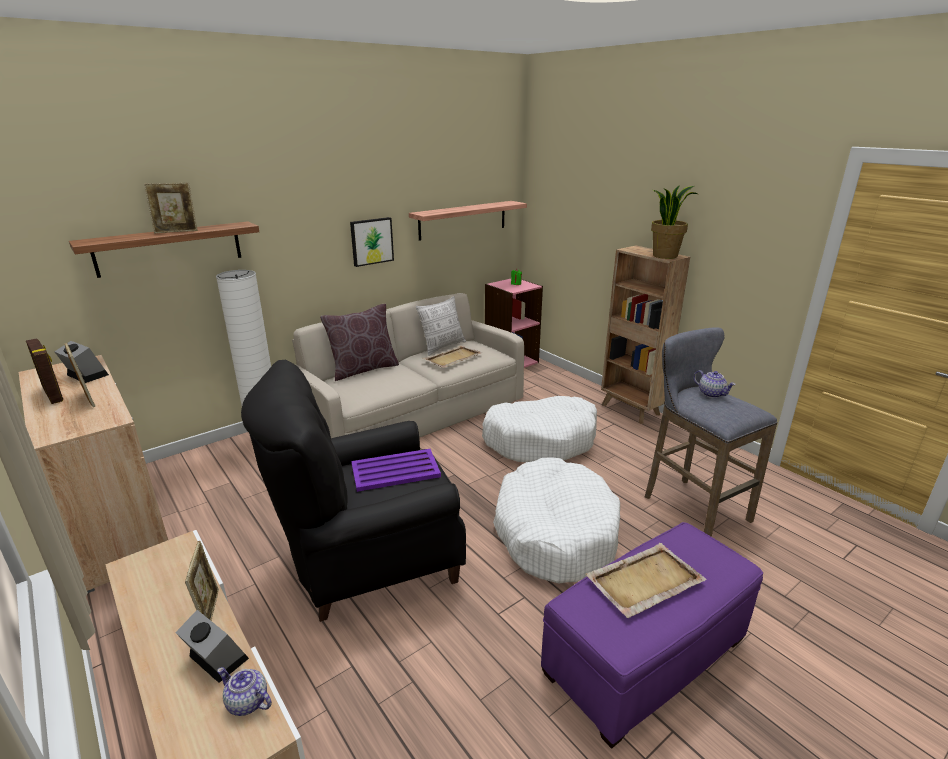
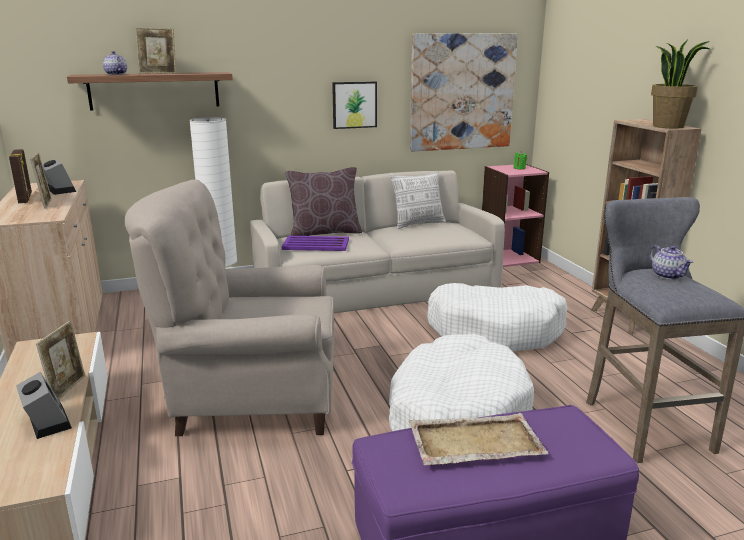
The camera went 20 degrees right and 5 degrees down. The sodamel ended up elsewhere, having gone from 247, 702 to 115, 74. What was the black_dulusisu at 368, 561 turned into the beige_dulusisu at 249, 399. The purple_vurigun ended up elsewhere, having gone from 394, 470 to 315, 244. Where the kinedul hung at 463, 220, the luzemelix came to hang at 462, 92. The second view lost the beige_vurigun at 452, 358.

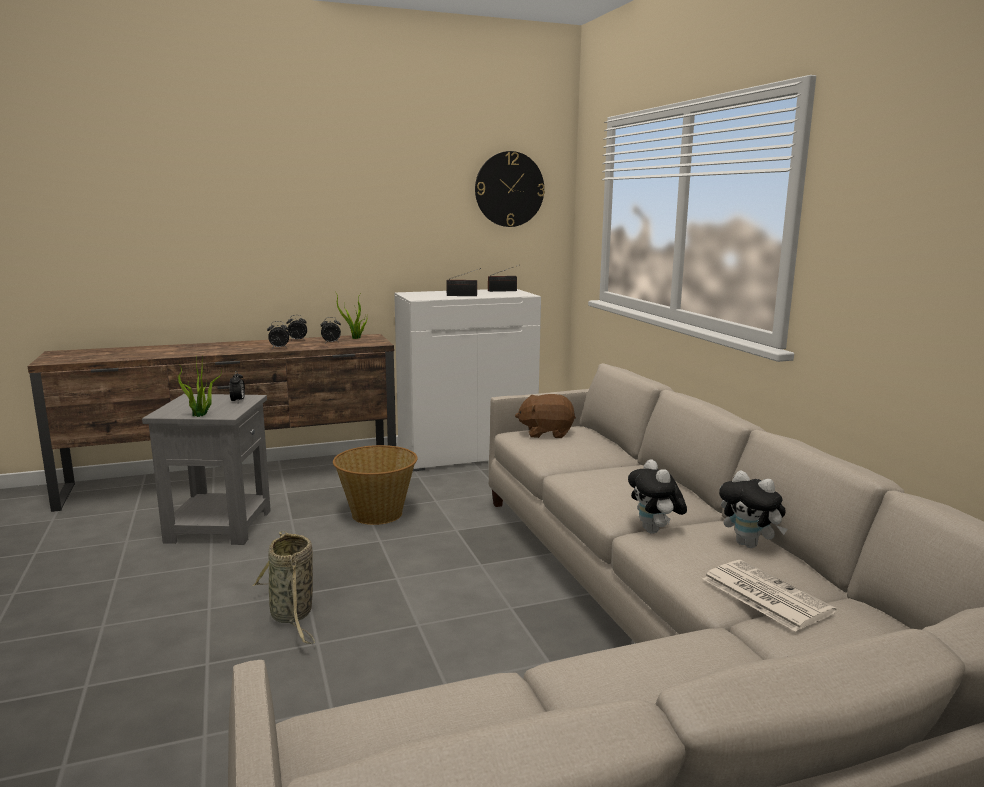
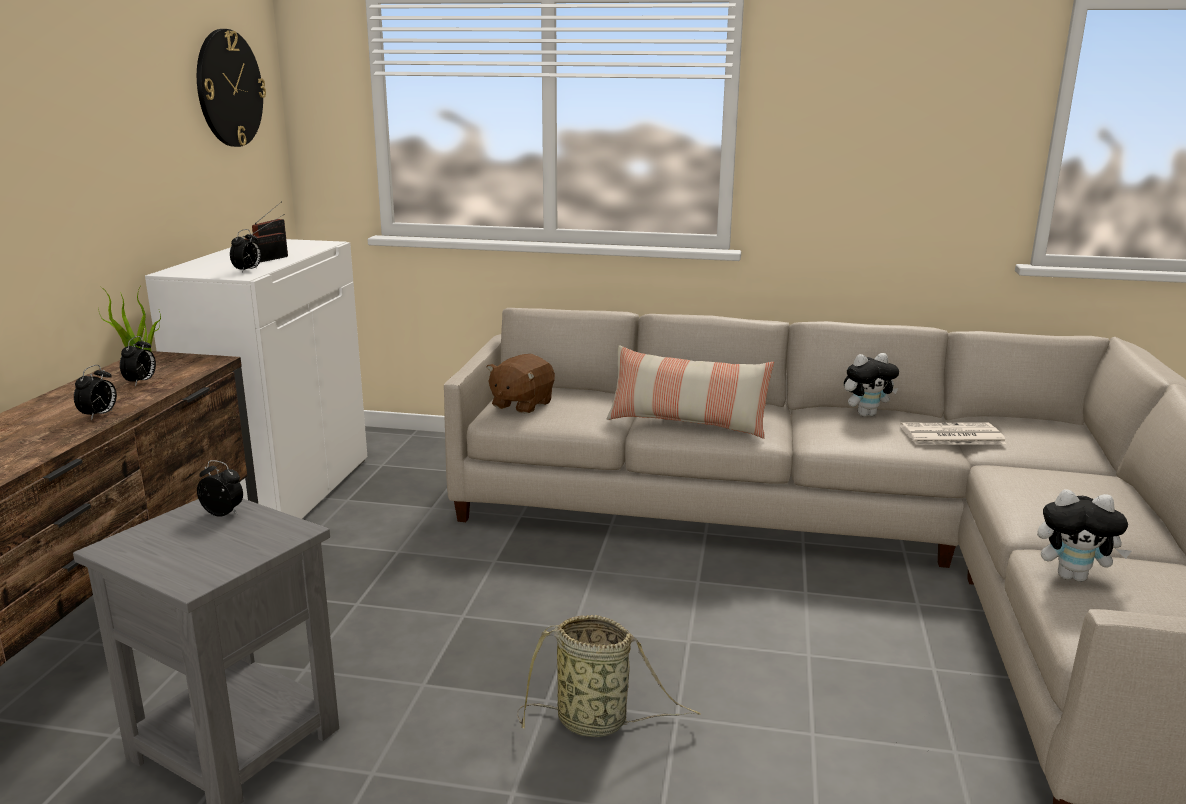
The camera went 60 degrees left and 5 degrees up. The second view lost the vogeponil at 200, 415. The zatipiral ended up elsewhere, having gone from 297, 340 to 248, 271. The second view lost the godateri at 377, 513. The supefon ended up elsewhere, having gone from 655, 531 to 1073, 576. The second view gained the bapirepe at 687, 423.

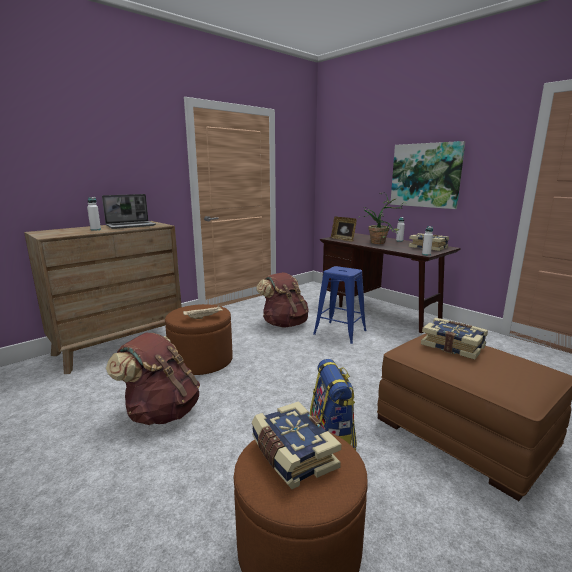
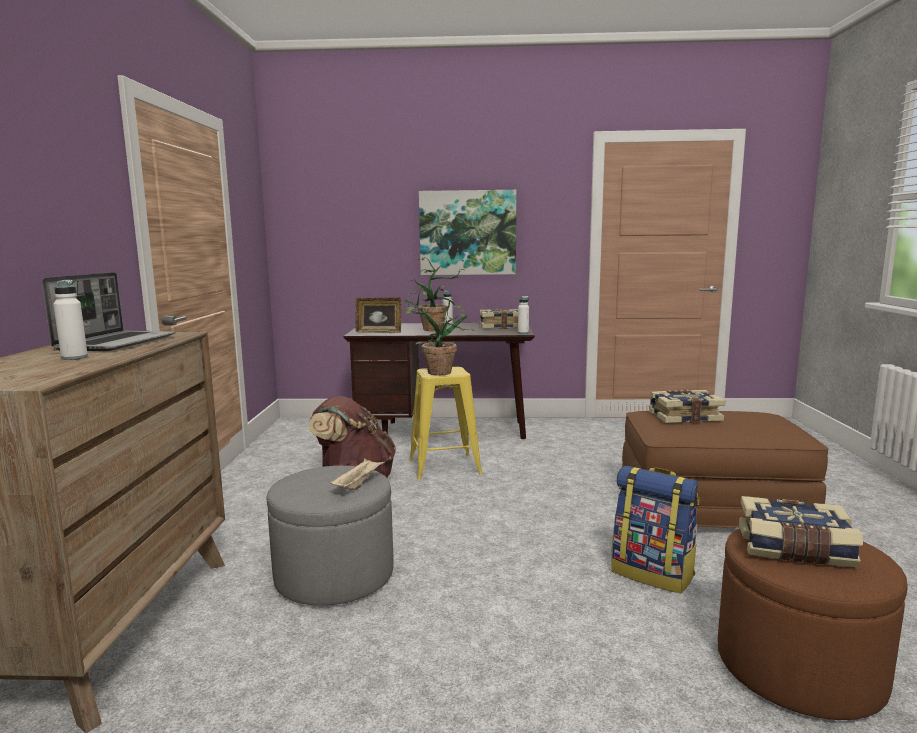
The camera went 45 degrees left and 5 degrees down. The second view lost the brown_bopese at 161, 412. What was the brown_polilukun at 201, 361 turned into the grey_polilukun at 334, 575. What was the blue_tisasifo at 340, 332 turned into the yellow_tisasifo at 445, 467. The second view gained the vogeponil at 433, 372.

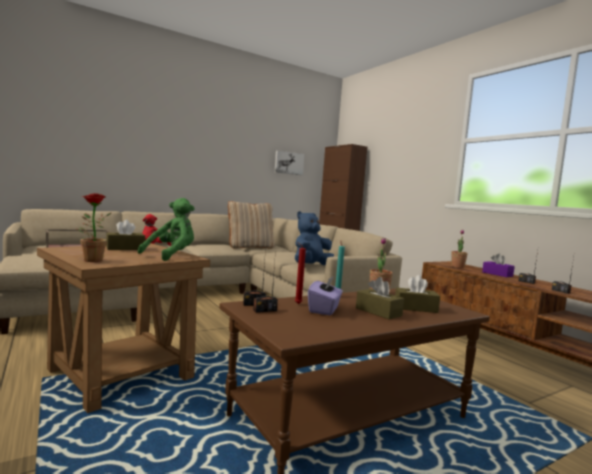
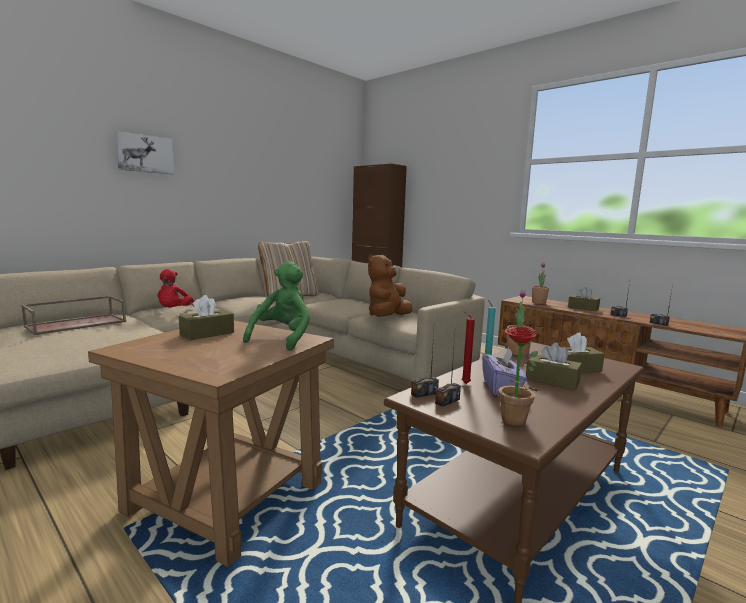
The camera went 15 degrees left and 5 degrees up. The vogeponil ended up elsewhere, having gone from 90, 260 to 508, 420. The luzemelix ended up elsewhere, having gone from 288, 163 to 145, 153. What was the blue_supefon at 311, 266 turned into the brown_supefon at 387, 318. What was the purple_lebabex at 497, 274 turned into the brown_lebabex at 583, 308.

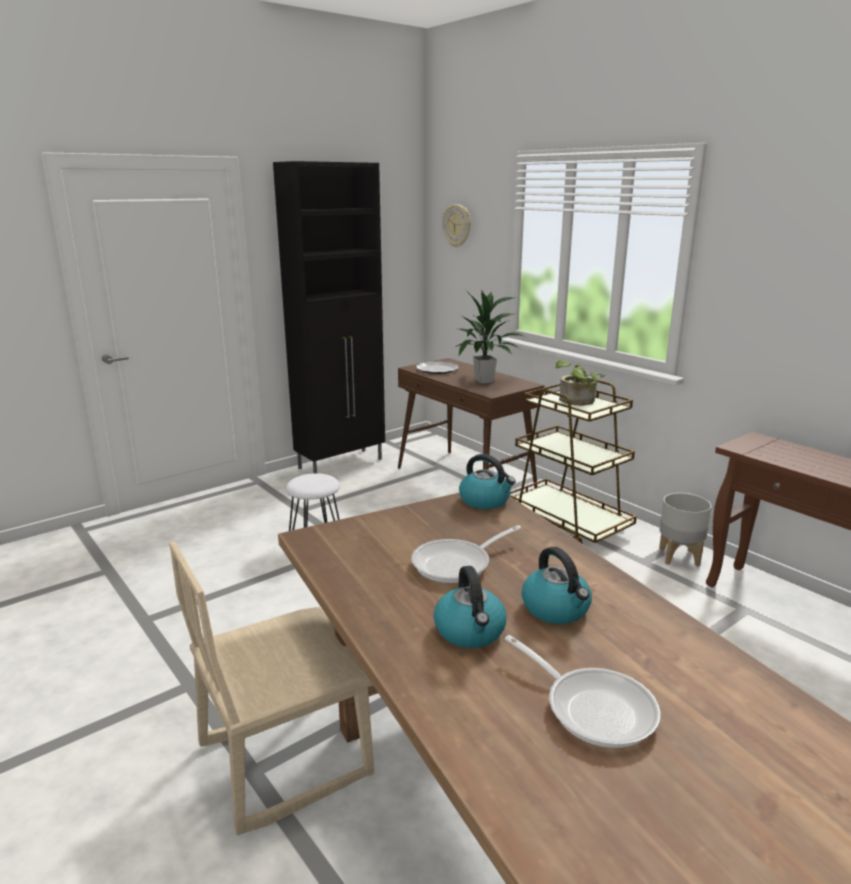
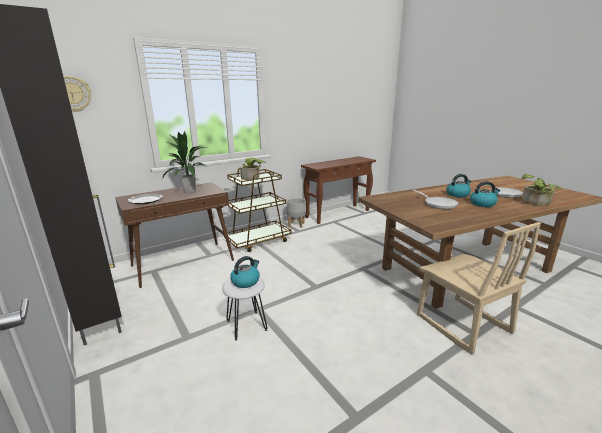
The camera went 85 degrees left and 0 degrees up. The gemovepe ended up elsewhere, having gone from 485, 500 to 246, 281. The second view gained the vogeponil at 534, 203.

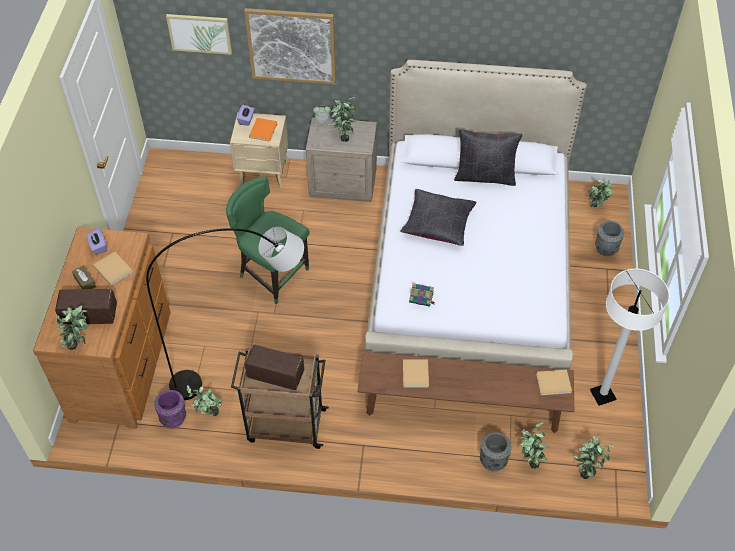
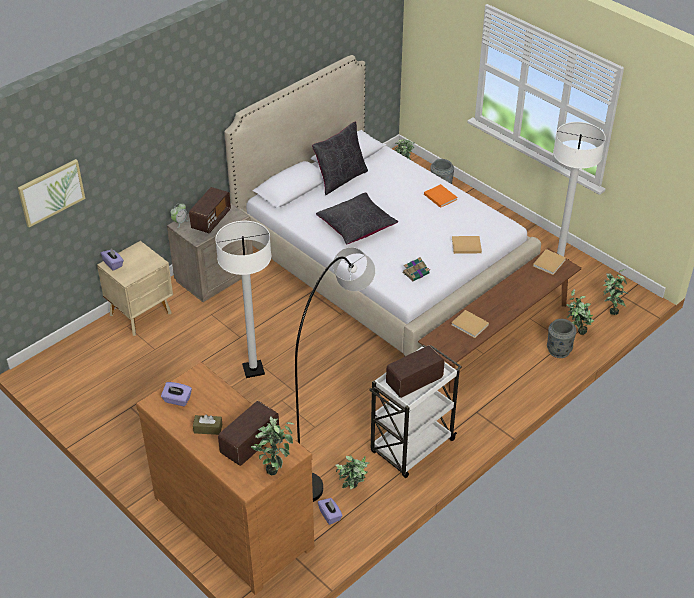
The camera went 50 degrees left and 10 degrees down. The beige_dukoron ended up elsewhere, having gone from 112, 268 to 465, 246. Where the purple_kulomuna stood at 174, 418, the purple_lebabex came to stand at 330, 515. Where the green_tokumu stood at 272, 274, the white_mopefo came to stand at 253, 370. What was the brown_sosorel at 285, 425 turned into the white_sosorel at 411, 447. The second view lost the luzemelix at 291, 46. The orange_dukoron ended up elsewhere, having gone from 263, 130 to 439, 196. Where the vogeponil stood at 343, 136, the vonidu came to stand at 211, 220.

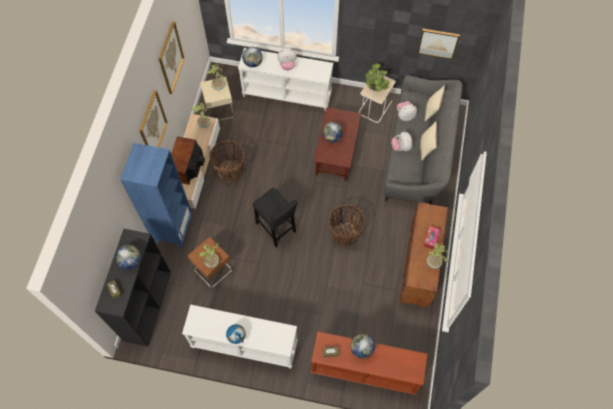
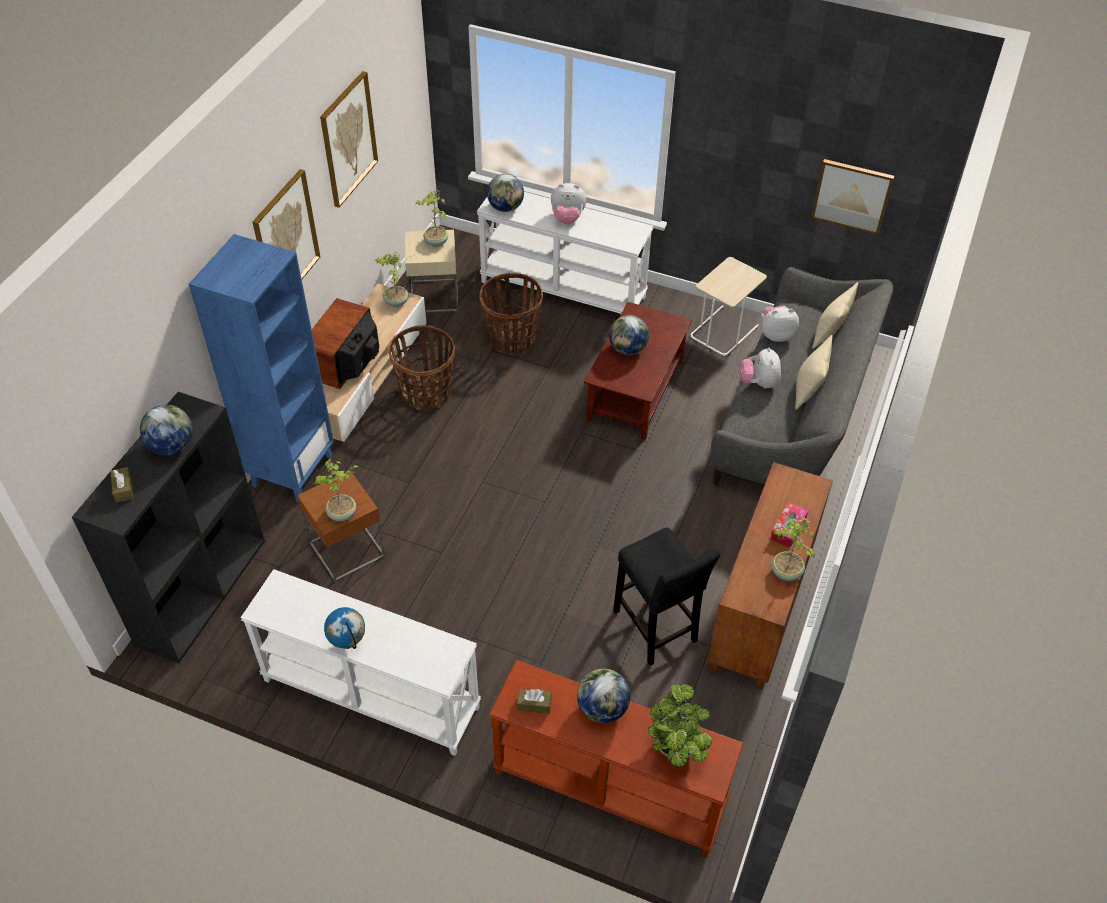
The camera went 10 degrees right and 15 degrees down. The black_tisasifo ended up elsewhere, having gone from 276, 229 to 656, 630. The godateri ended up elsewhere, having gone from 345, 235 to 512, 339. The vogeponil ended up elsewhere, having gone from 375, 88 to 676, 749.

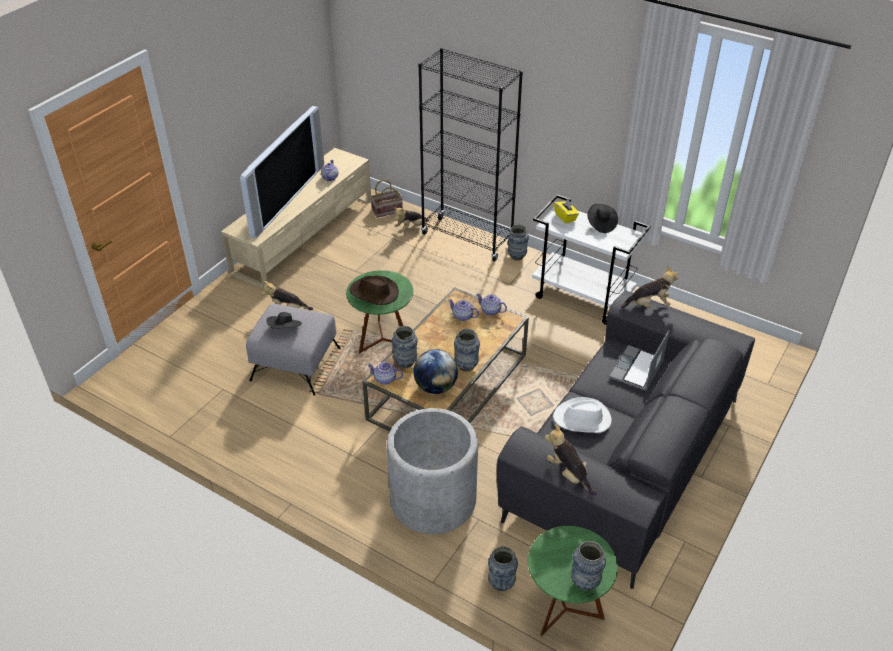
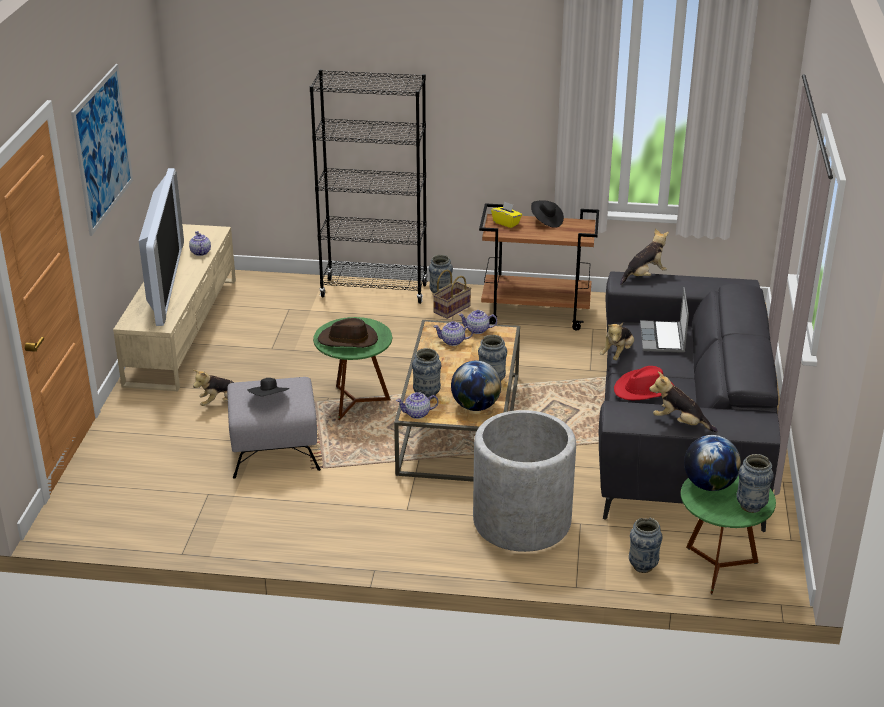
The camera went 25 degrees left and 10 degrees down. The godateri ended up elsewhere, having gone from 387, 210 to 452, 308. The supefon ended up elsewhere, having gone from 410, 229 to 617, 353. What was the white_sosorel at 583, 297 turned into the brown_sosorel at 537, 313. What was the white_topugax at 582, 419 turned into the red_topugax at 644, 390. The second view gained the luzemelix at 102, 148. The second view gained the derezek at 709, 485.

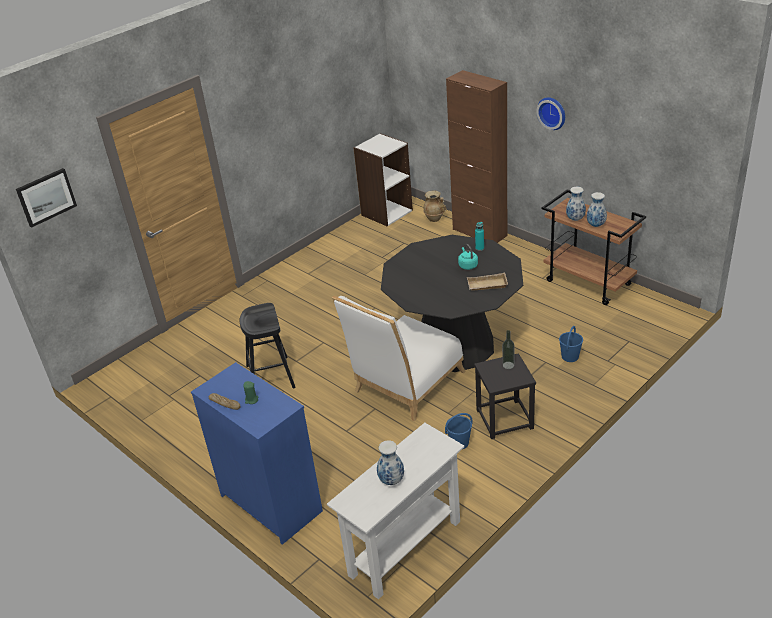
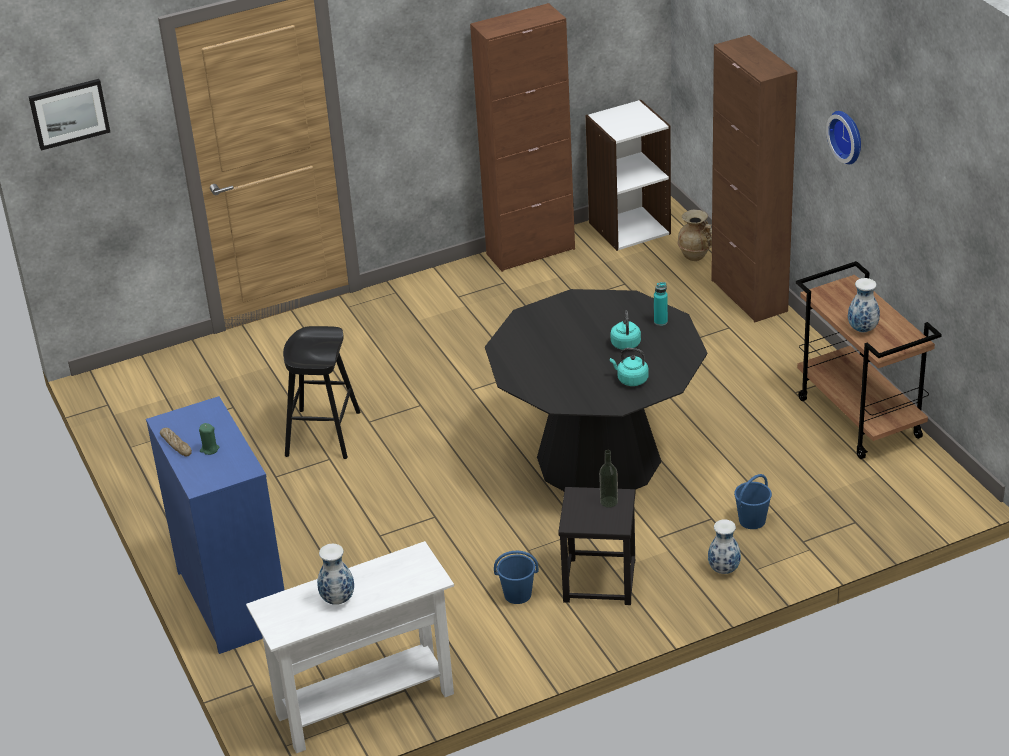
The camera went 20 degrees right and 0 degrees up. The second view lost the white_tokumu at 405, 386. Where the beige_vurigun stood at 487, 285, the turquoise_gemovepe came to stand at 631, 380. The kulomuna ended up elsewhere, having gone from 575, 219 to 724, 570. The second view gained the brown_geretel at 530, 252.

